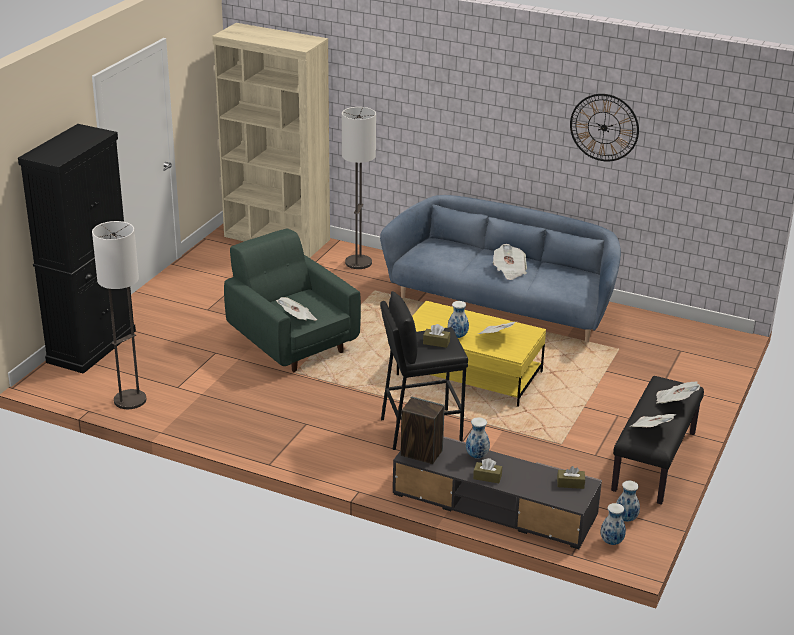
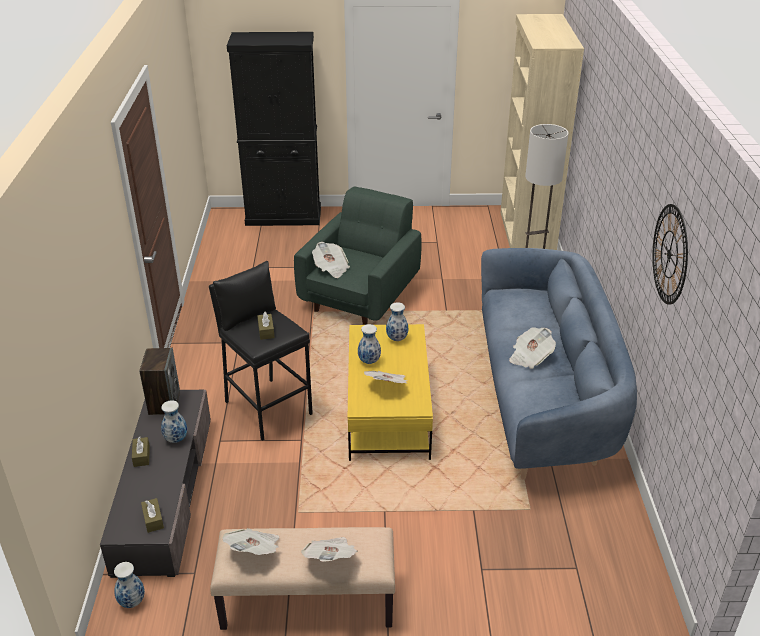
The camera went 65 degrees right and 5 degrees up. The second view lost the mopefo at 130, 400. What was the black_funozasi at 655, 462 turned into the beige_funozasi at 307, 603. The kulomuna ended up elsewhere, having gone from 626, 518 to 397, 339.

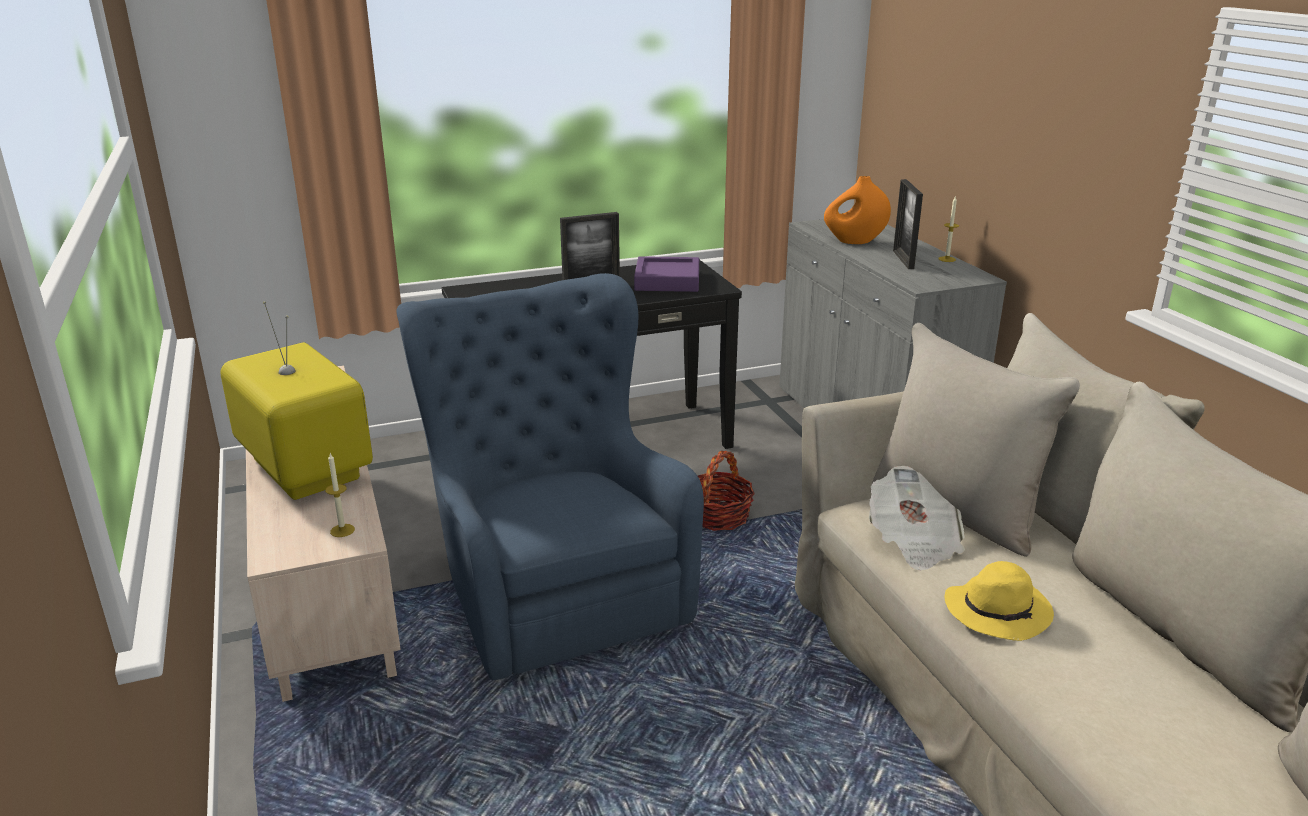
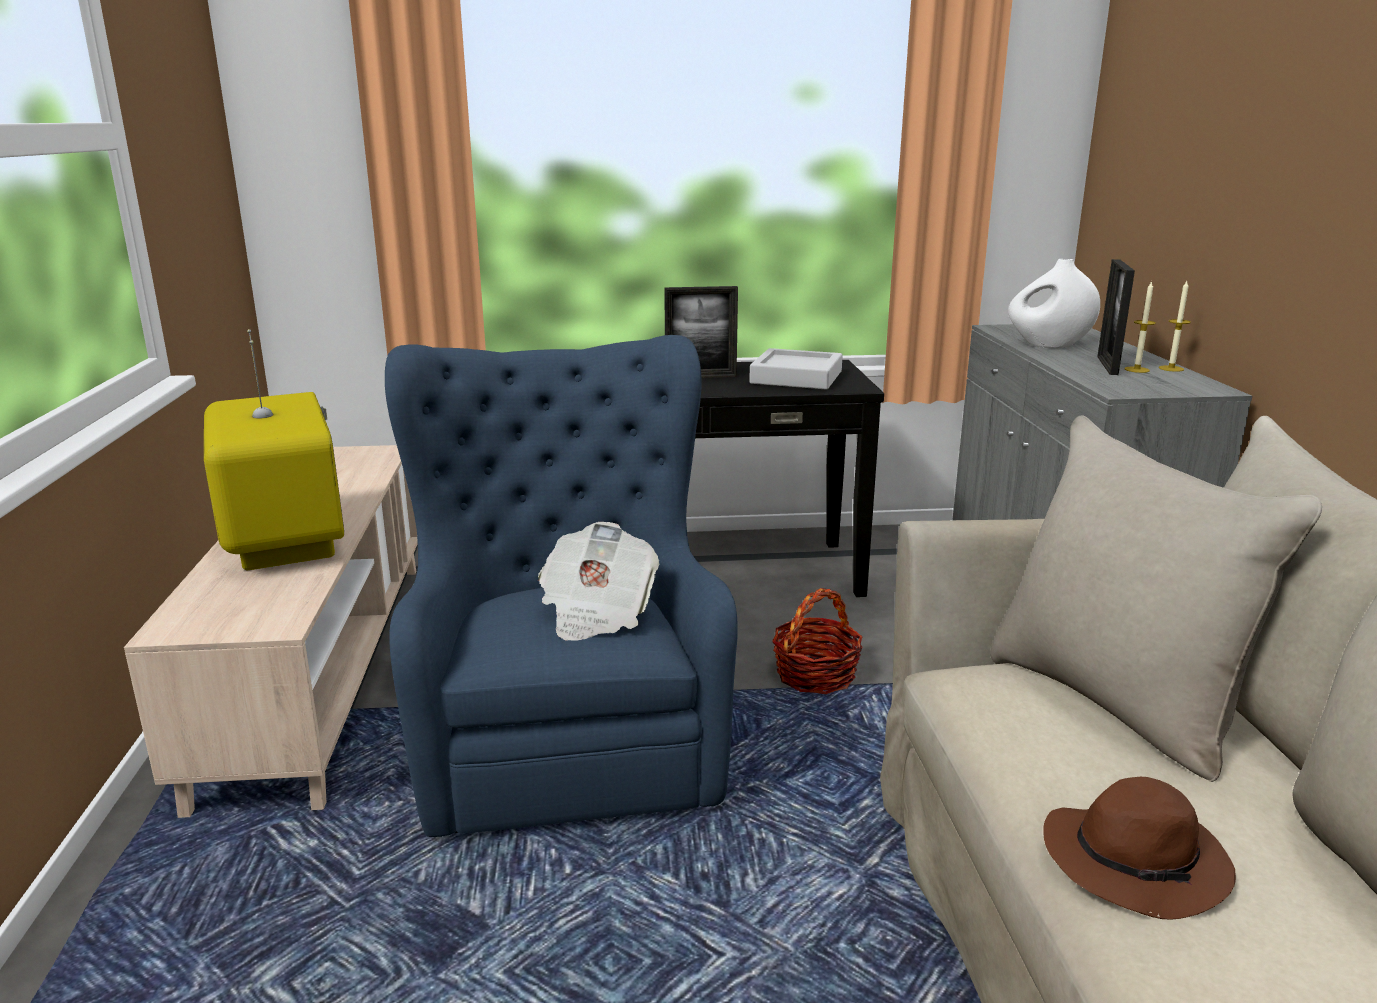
The camera went 15 degrees right and 5 degrees down. The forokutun ended up elsewhere, having gone from 342, 530 to 1137, 369. What was the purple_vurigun at 667, 281 turned into the grey_vurigun at 796, 377. What was the orange_kulomuna at 854, 241 turned into the white_kulomuna at 1048, 345. The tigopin ended up elsewhere, having gone from 914, 541 to 597, 612. What was the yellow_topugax at 998, 611 turned into the brown_topugax at 1137, 861.

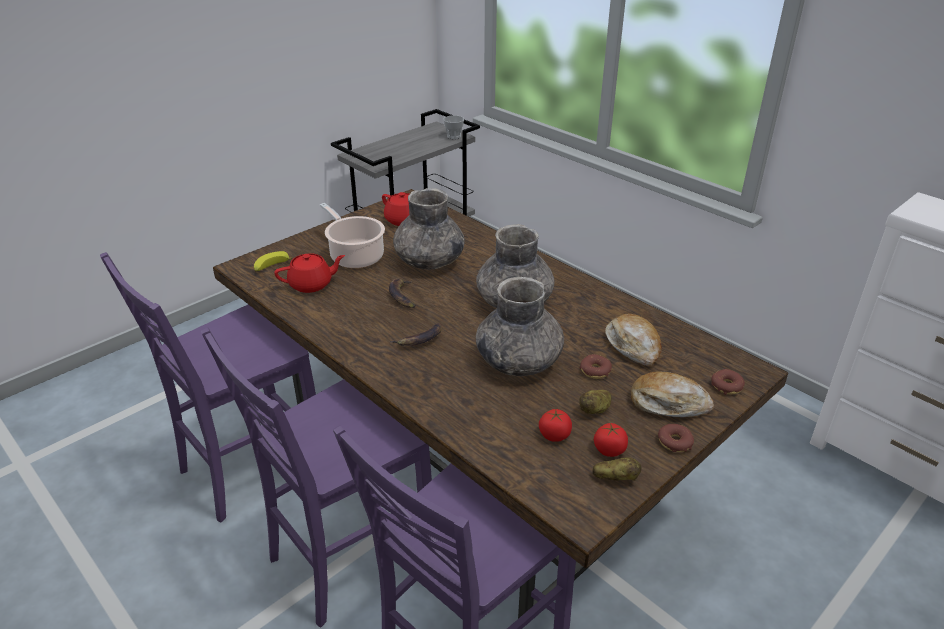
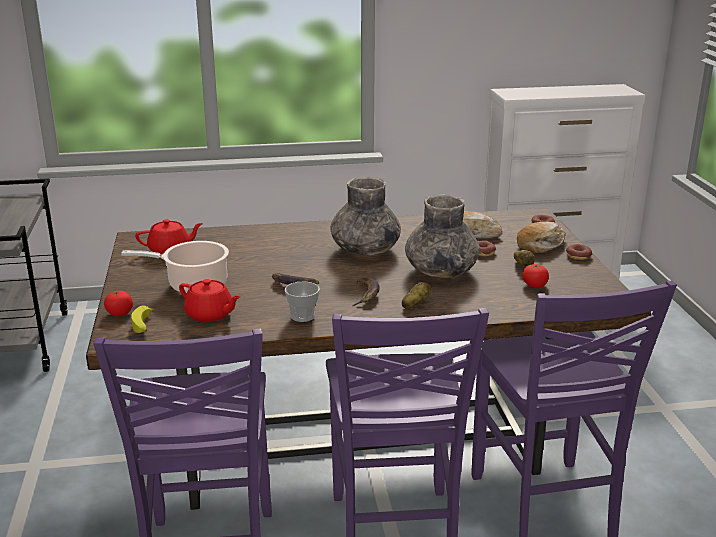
The camera went 55 degrees left and 10 degrees down. The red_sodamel at 311, 284 ended up facing another way, 105 degrees clockwise from before. The second view lost the grey_kulomuna at 429, 261. The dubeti ended up elsewhere, having gone from 454, 136 to 302, 316. The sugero ended up elsewhere, having gone from 615, 478 to 415, 304. The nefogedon ended up elsewhere, having gone from 609, 449 to 119, 313.

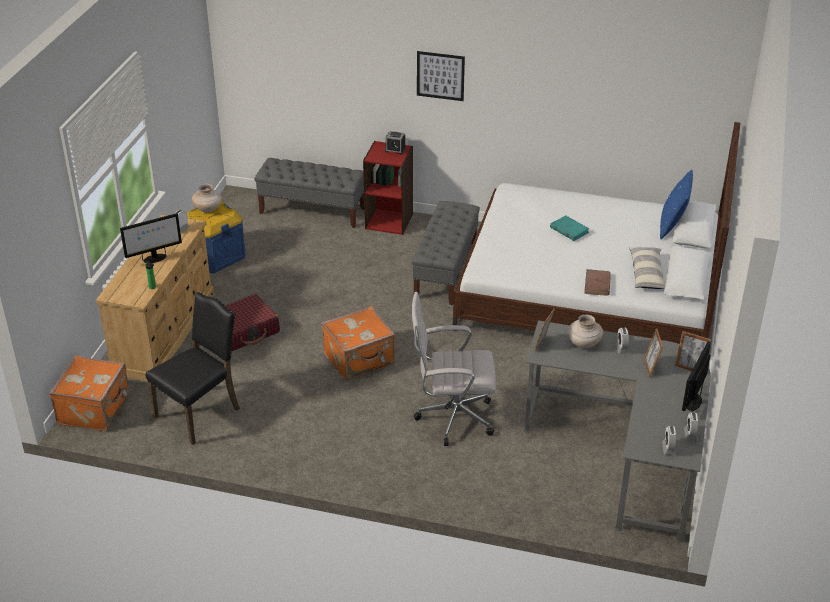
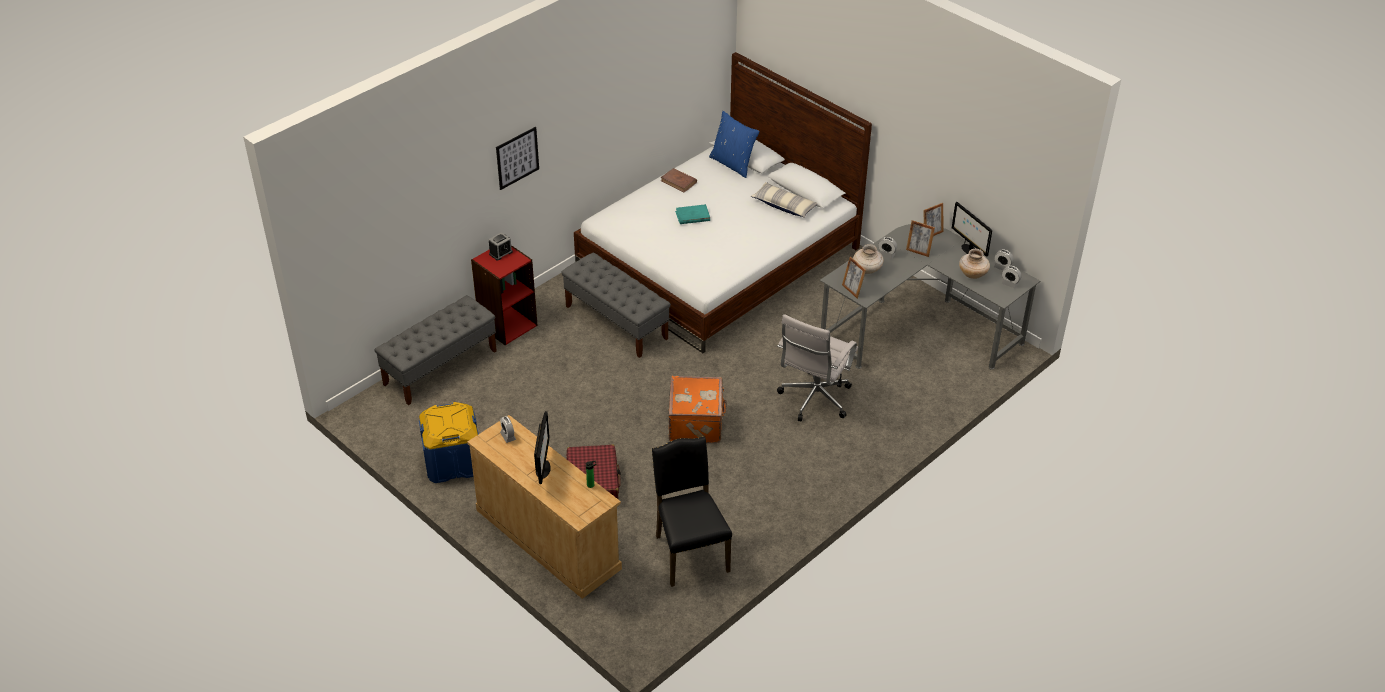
The camera went 60 degrees left and 5 degrees up. The second view lost the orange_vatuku at 95, 409. The beige_kulomuna ended up elsewhere, having gone from 208, 209 to 972, 274. The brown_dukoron ended up elsewhere, having gone from 597, 284 to 678, 182.

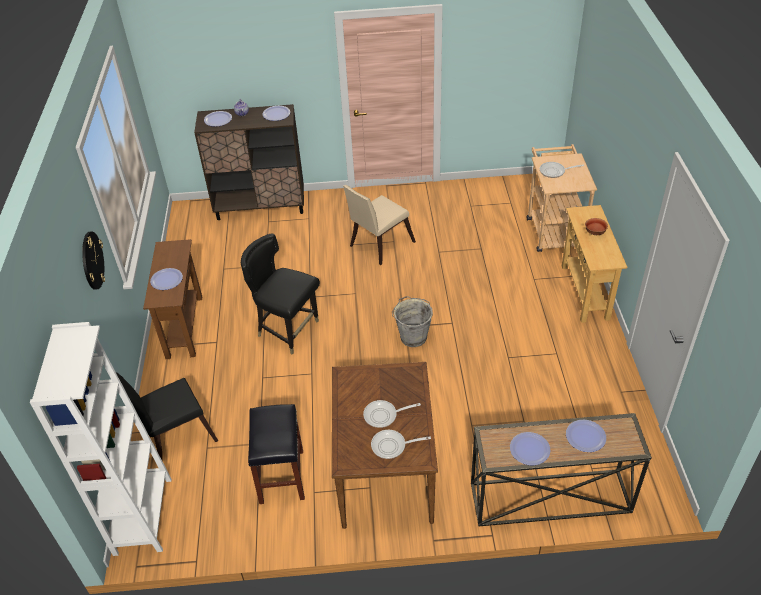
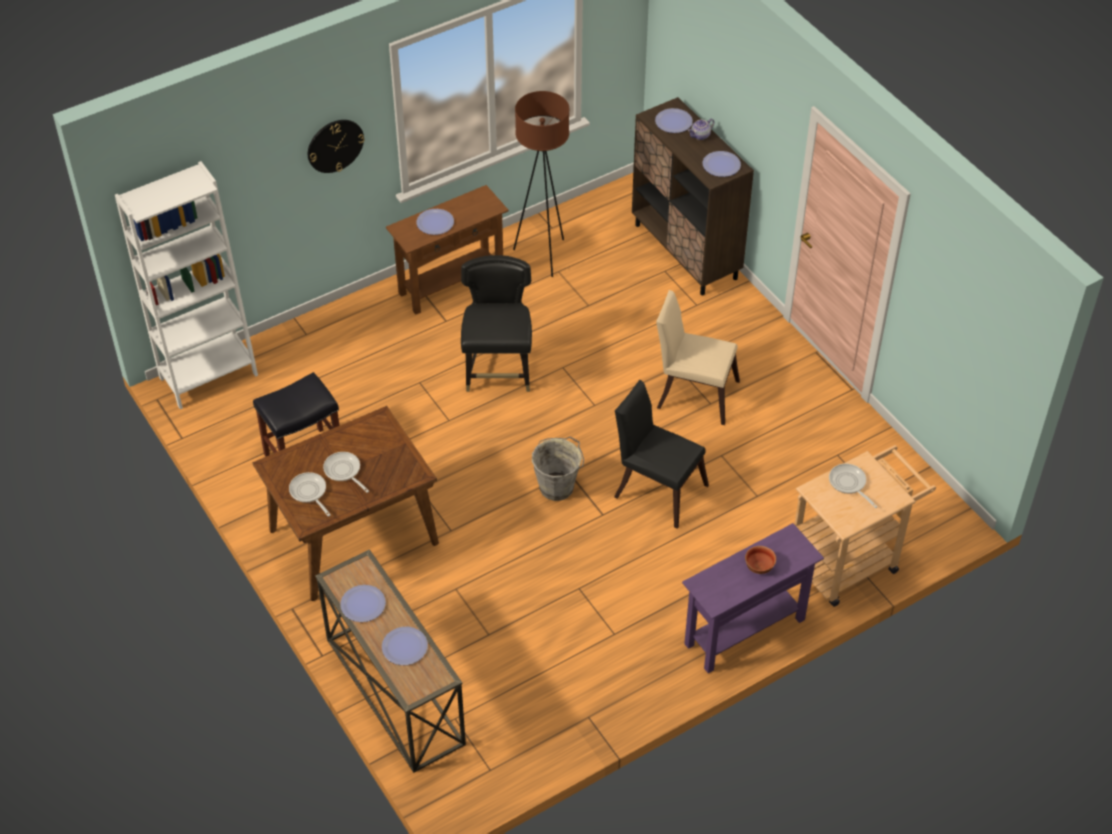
The camera went 60 degrees right and 5 degrees up. The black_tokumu ended up elsewhere, having gone from 174, 437 to 656, 488. What was the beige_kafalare at 585, 292 turned into the purple_kafalare at 744, 632. The second view gained the brown_mopefo at 543, 255.

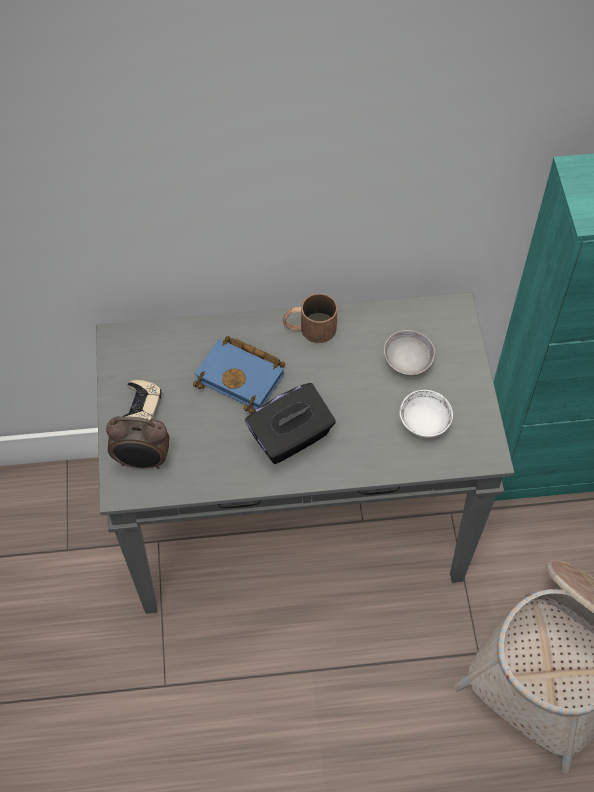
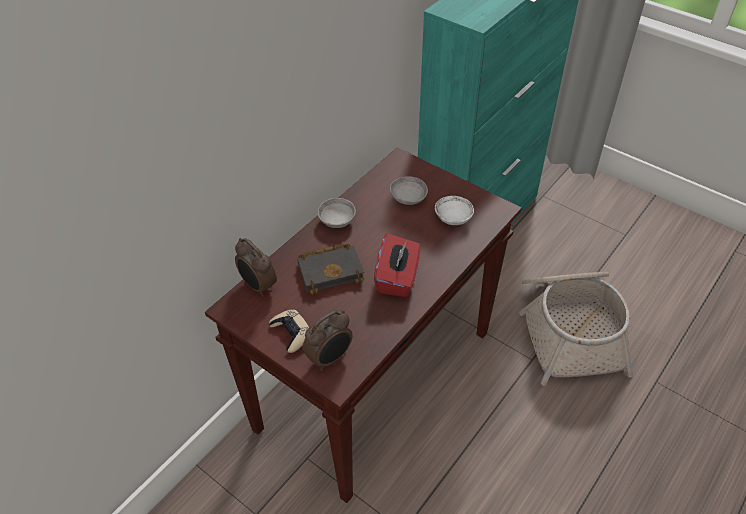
The camera went 45 degrees left and 10 degrees down. What was the grey_kafalare at 299, 524 turned into the brown_kafalare at 375, 378. What was the blue_dukoron at 243, 377 turned into the black_dukoron at 331, 270. What was the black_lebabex at 291, 438 turned into the red_lebabex at 397, 278. Where the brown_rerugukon stood at 309, 328, the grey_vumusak came to stand at 337, 221. The second view gained the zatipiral at 258, 286.

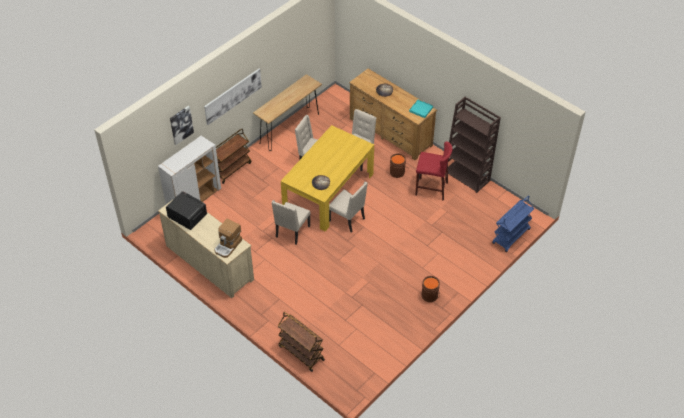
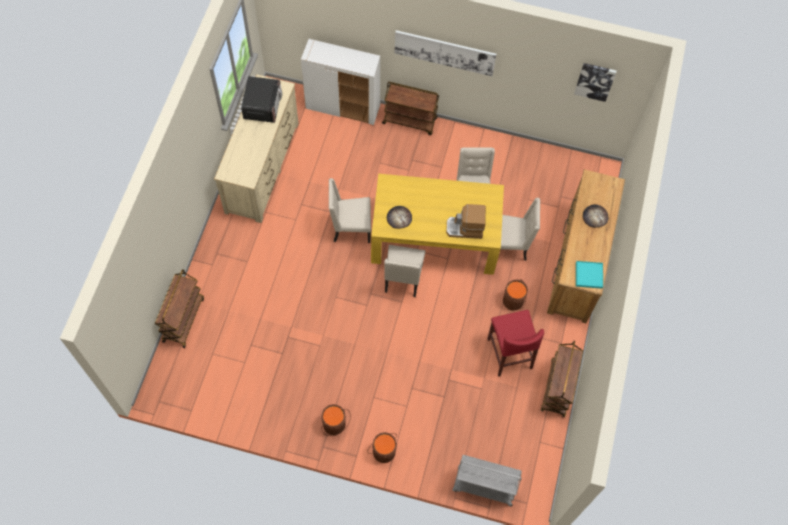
The camera went 60 degrees right and 15 degrees up. The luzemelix ended up elsewhere, having gone from 181, 124 to 595, 81. The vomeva ended up elsewhere, having gone from 228, 246 to 465, 229. The second view lost the brown_kafalare at 289, 128. Where the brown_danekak stood at 467, 176, the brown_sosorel came to stand at 558, 388. What was the blue_sosorel at 511, 237 turned into the grey_sosorel at 483, 486. The second view gained the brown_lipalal at 383, 451.

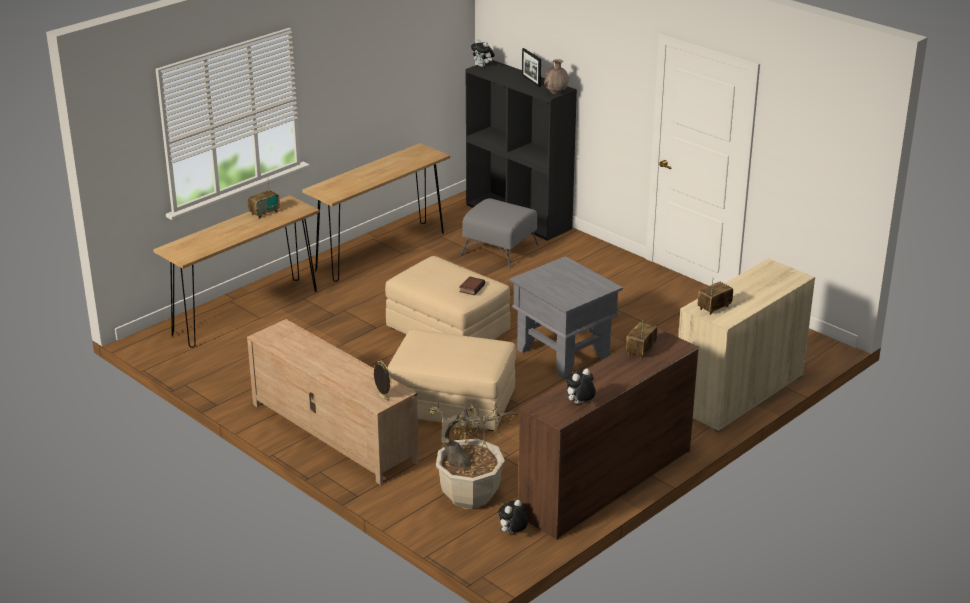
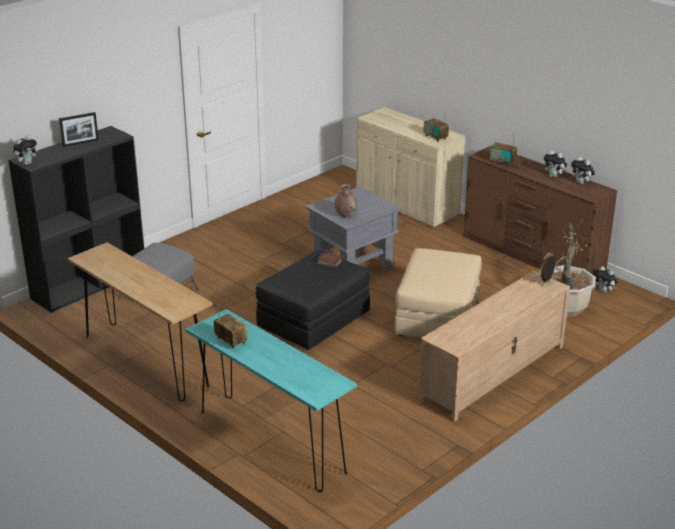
The camera went 90 degrees left and 0 degrees up. What was the brown_kafalare at 246, 313 turned into the turquoise_kafalare at 271, 442. What was the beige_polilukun at 448, 330 turned into the black_polilukun at 314, 320. The brown_kulomuna ended up elsewhere, having gone from 556, 92 to 345, 215. The second view gained the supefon at 554, 176.

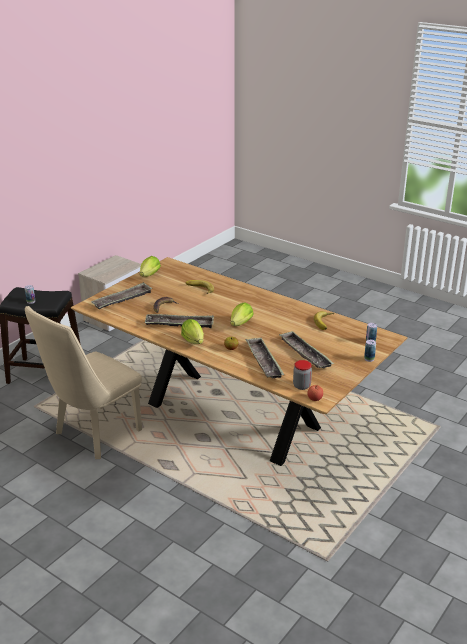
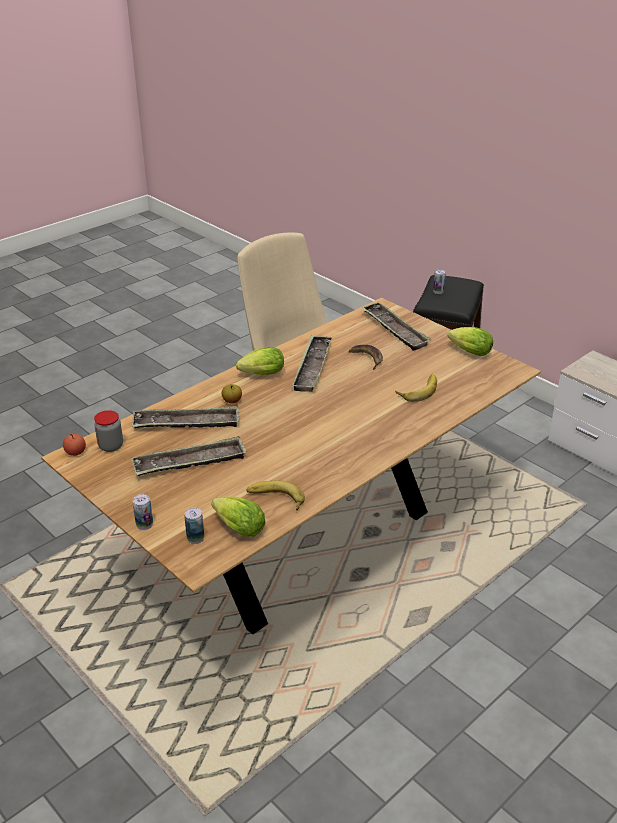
The camera went 100 degrees right and 5 degrees up. The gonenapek ended up elsewhere, having gone from 240, 325 to 237, 527.

